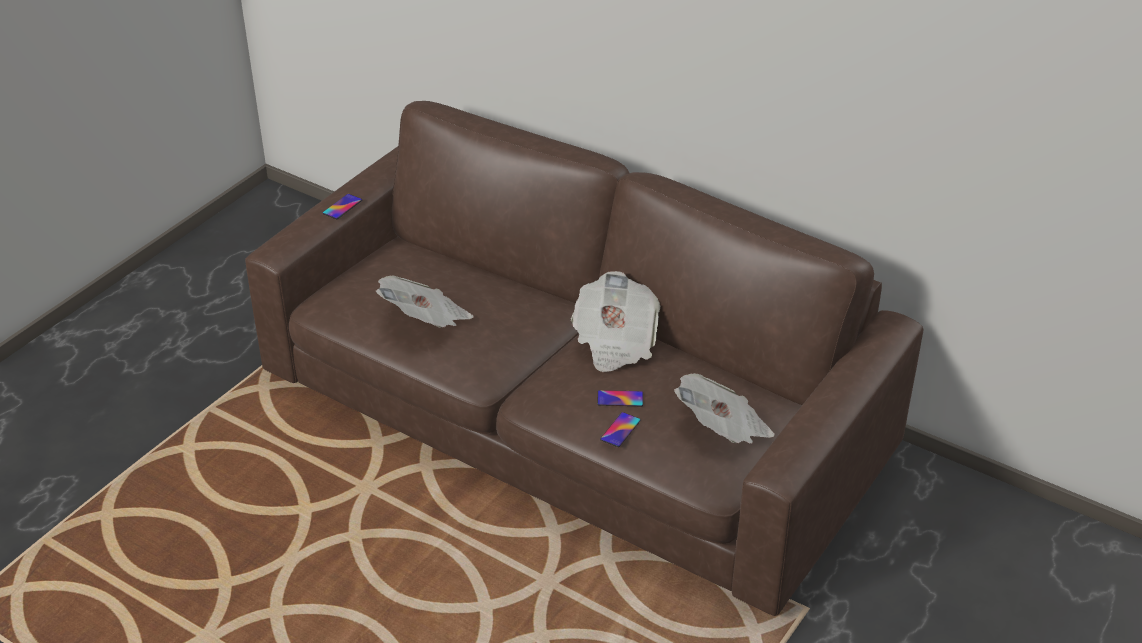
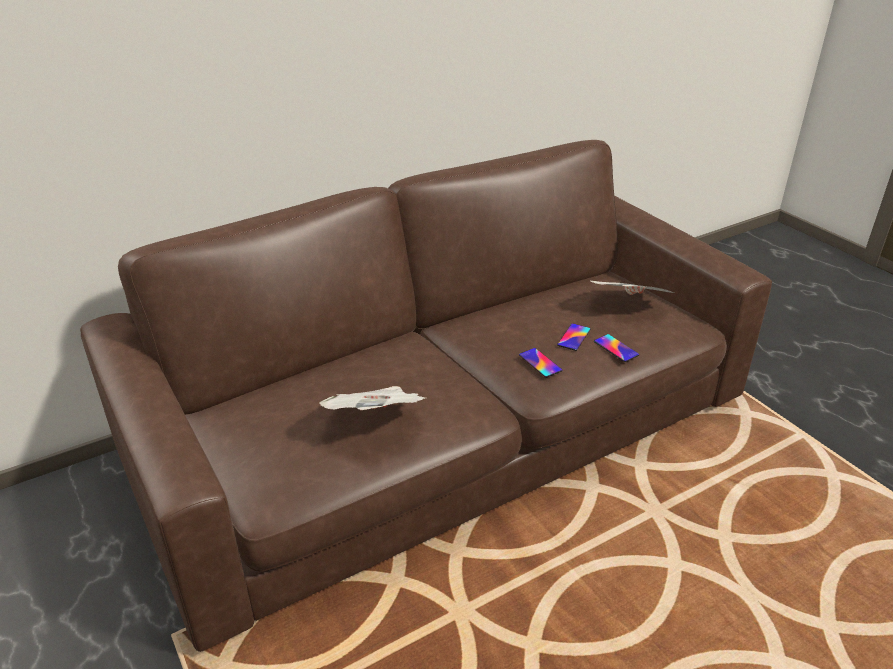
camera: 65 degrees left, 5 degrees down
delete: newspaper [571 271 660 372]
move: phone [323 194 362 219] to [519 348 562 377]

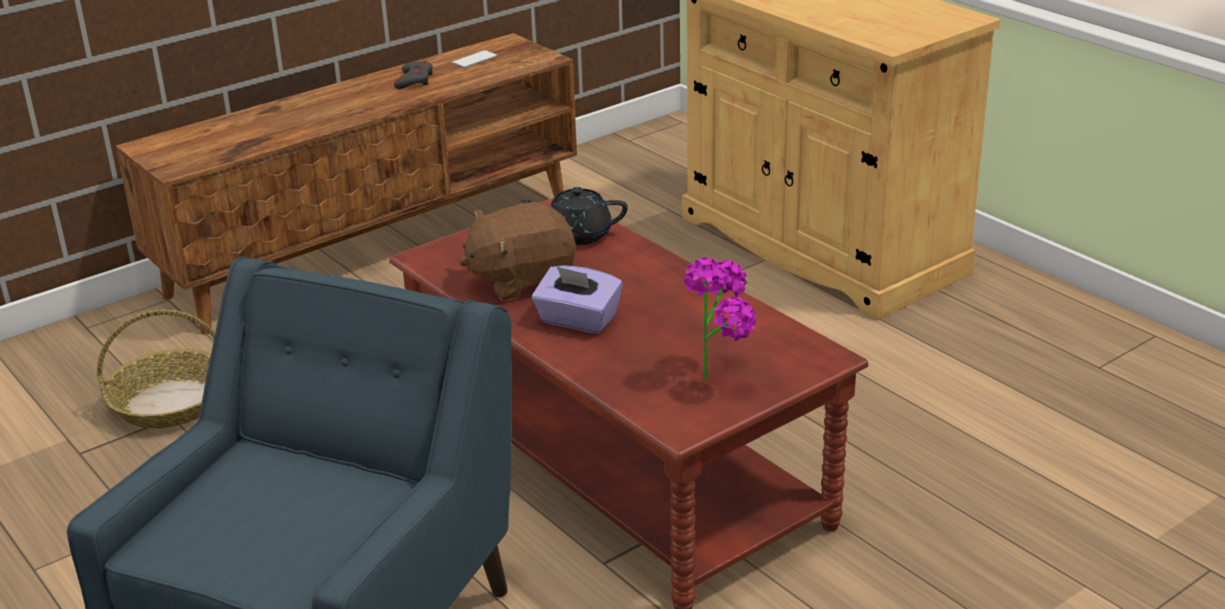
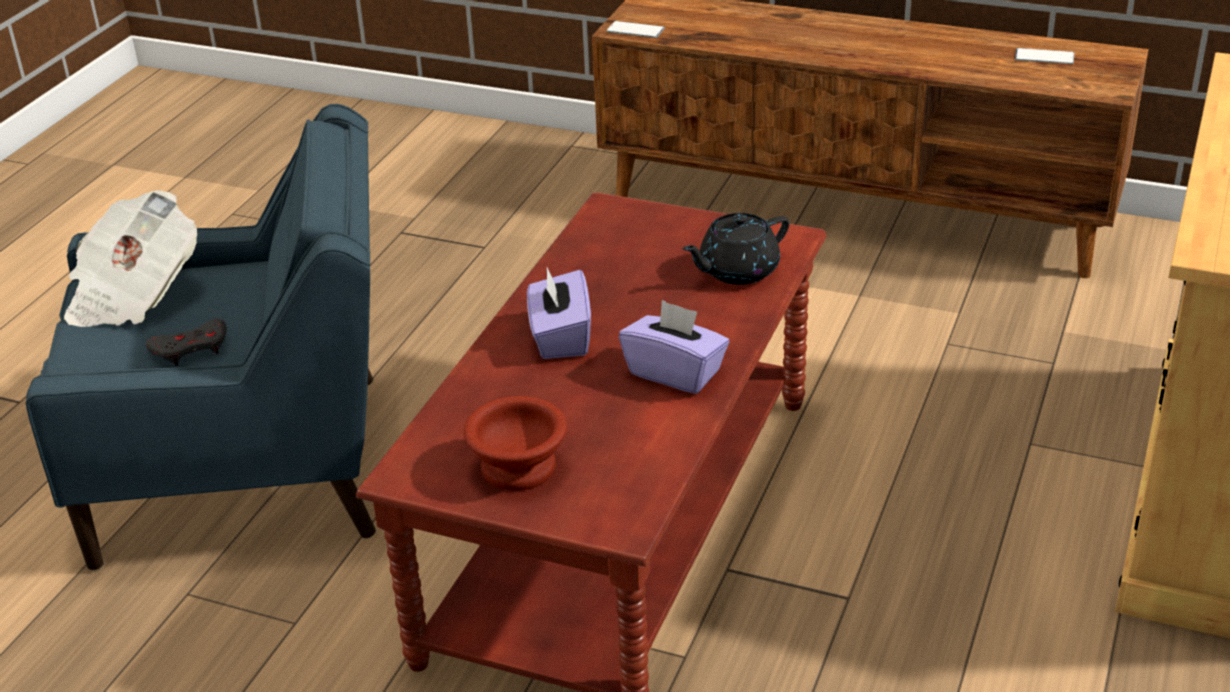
camera: 60 degrees right, 5 degrees up
delete: plush toy (brown) [460 202 576 301]; basket [97 309 215 429]
insert: phone [607 21 665 38]; newspaper [64 190 197 327]; tissue box (purple) [619 300 729 394]
move: game controller (grey) [394 61 433 89] to [146 319 227 366]
replace: potted plant [684 257 756 380] to bowl (brown) [463 396 567 491]
rotate: teapot (black) [520 187 628 245] = [682 213 789 285] 90 degrees counterclockwise

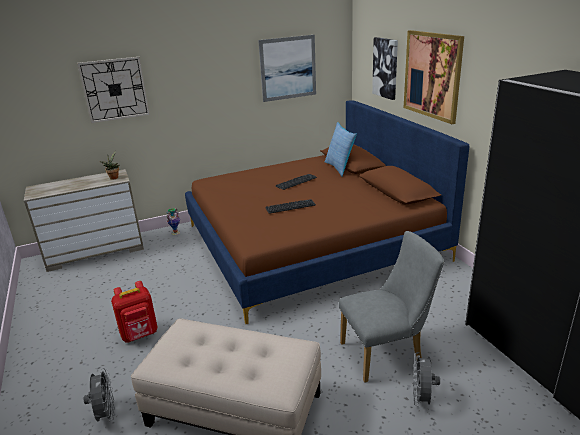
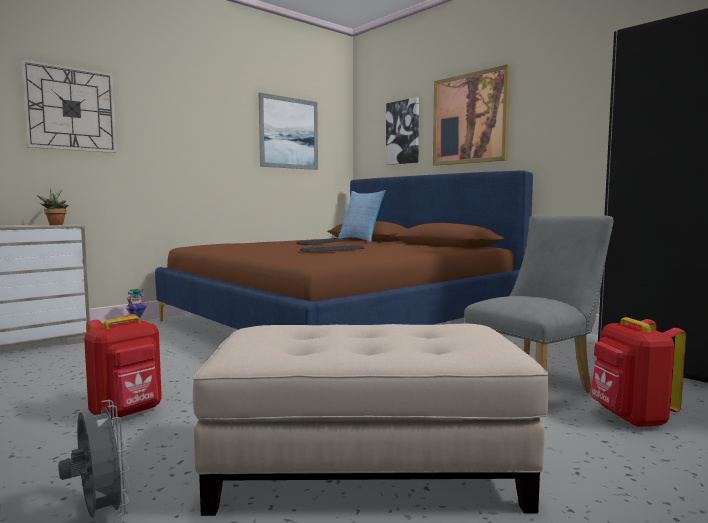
camera: 20 degrees left, 20 degrees down
replace: fan (grey) [413 352 440 406] to backpack (red) [590 317 686 427]

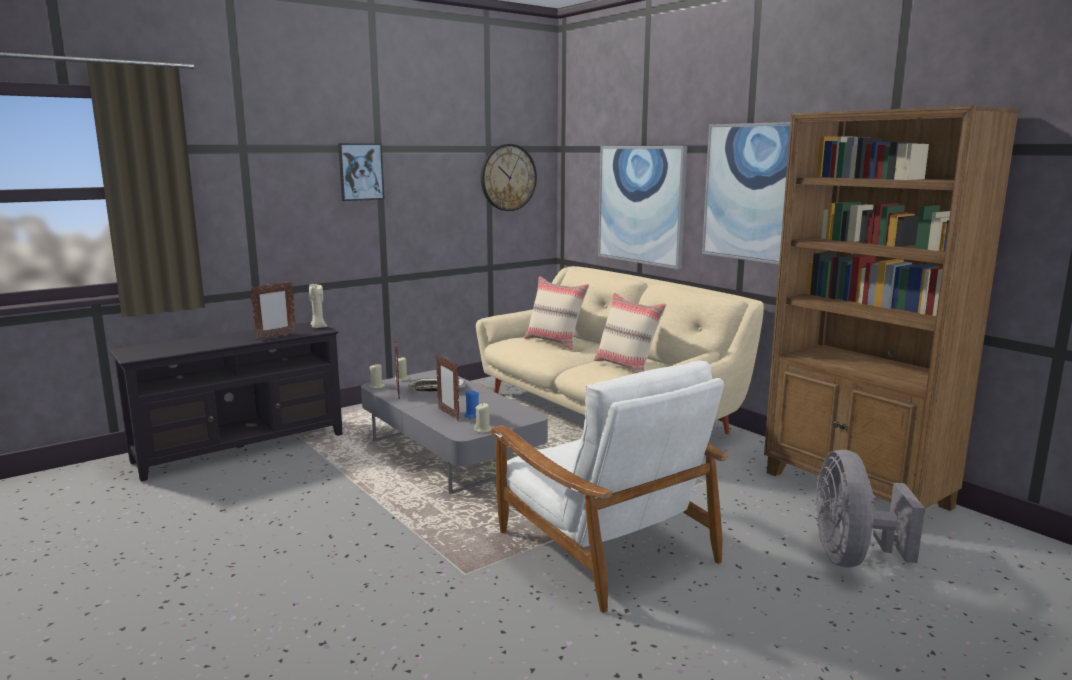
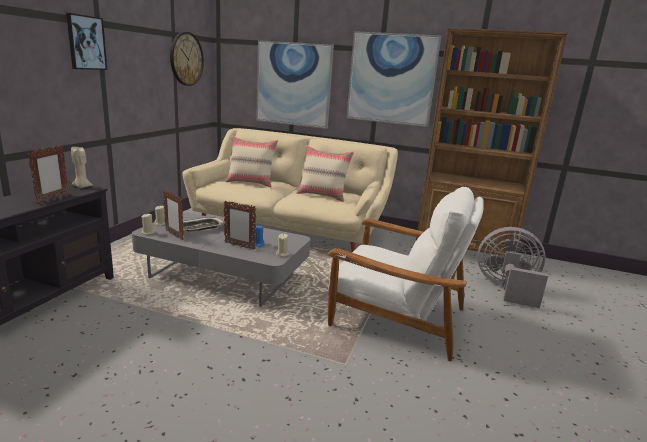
camera: 35 degrees left, 5 degrees up
rotate: fan (grey) [815 450 925 568] = [477 227 548 308] 135 degrees clockwise

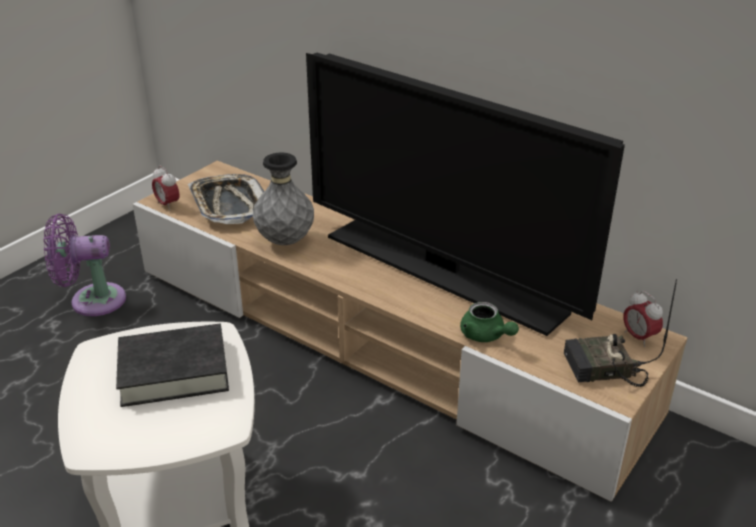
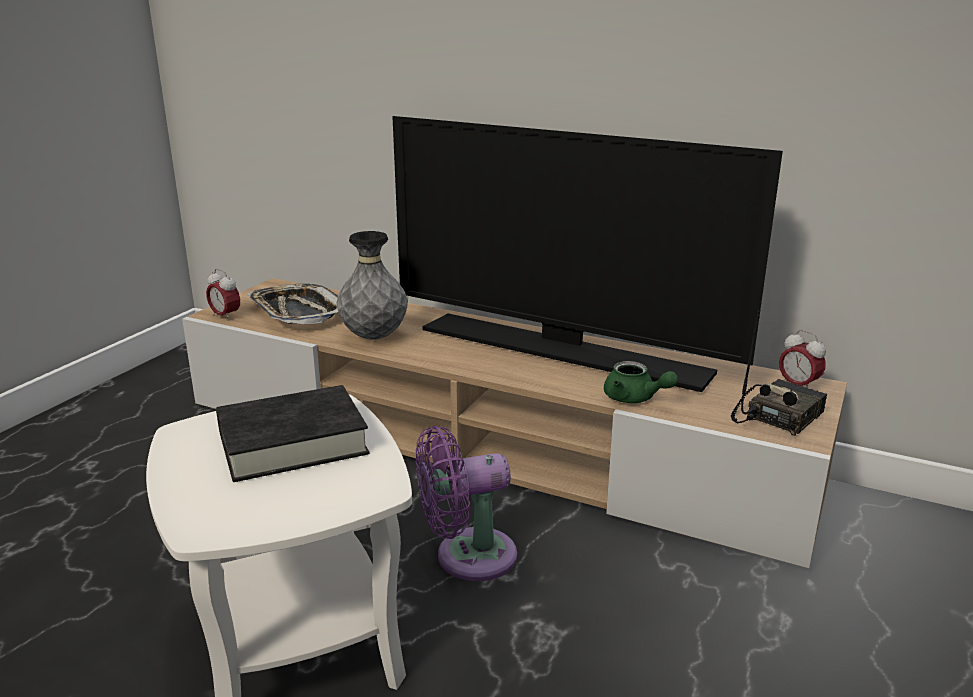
camera: 10 degrees left, 10 degrees down
move: fan (purple) [44 214 126 316] to [416 426 517 581]
rotate: radio [564 279 677 387] = [731 310 827 436] 150 degrees clockwise

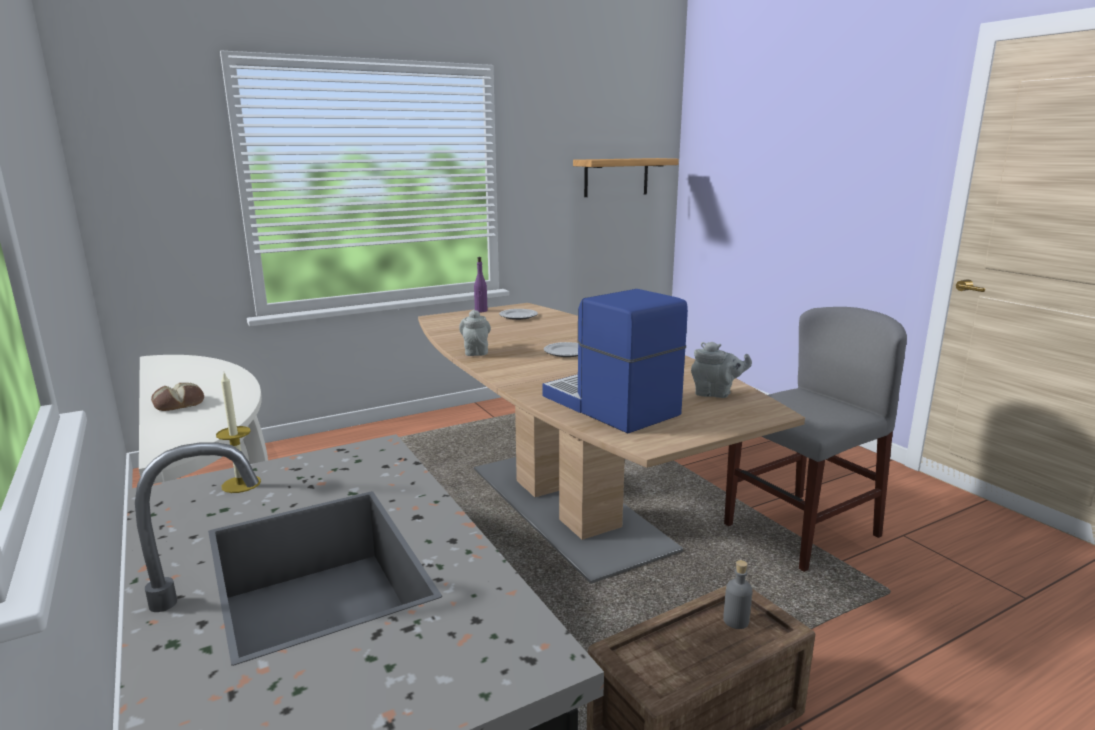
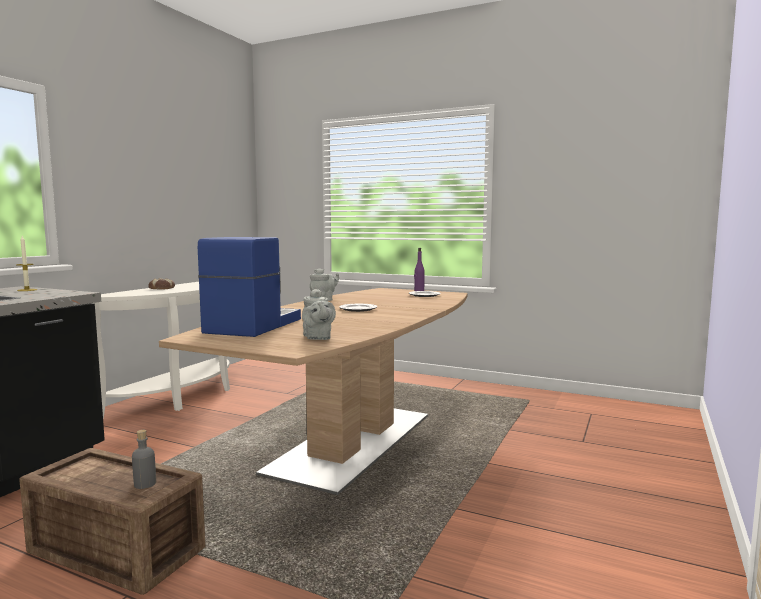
camera: 55 degrees right, 10 degrees down
delete: shelf [573 158 679 197]; chair (grey) [724 307 907 572]

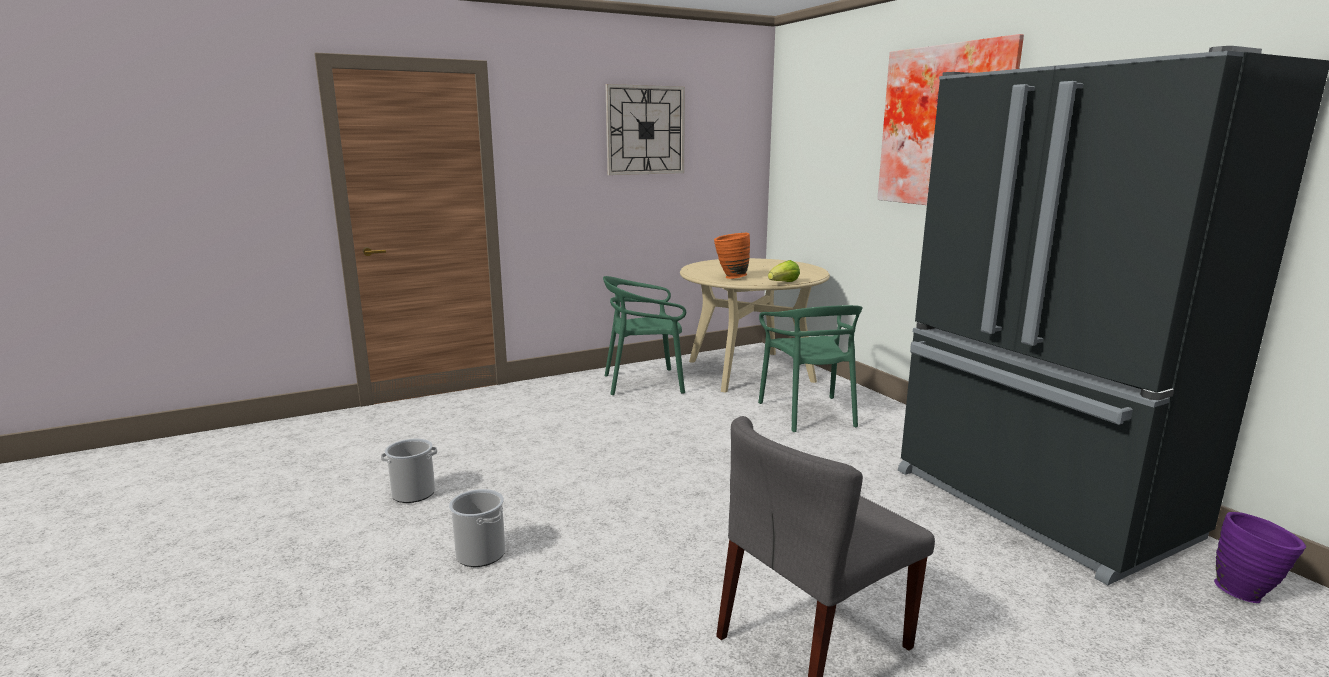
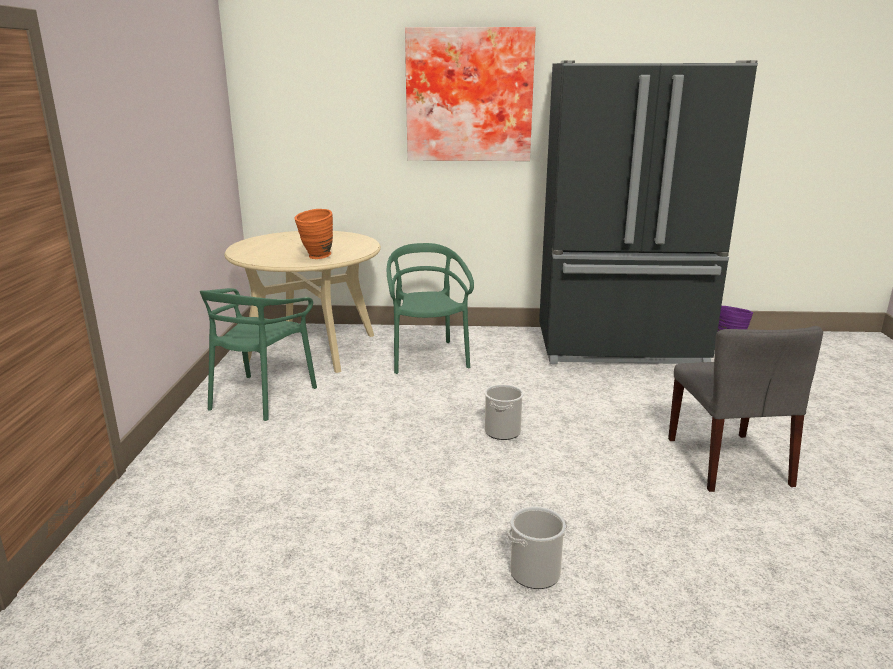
camera: 60 degrees left, 5 degrees up
delete: wall clock [605 84 685 175]; lettuce [768 260 800 282]
move: bucket [381 438 437 503] to [484 384 524 440]
rotate: chair (green) [758 305 862 432] = [387 243 474 374] 120 degrees counterclockwise

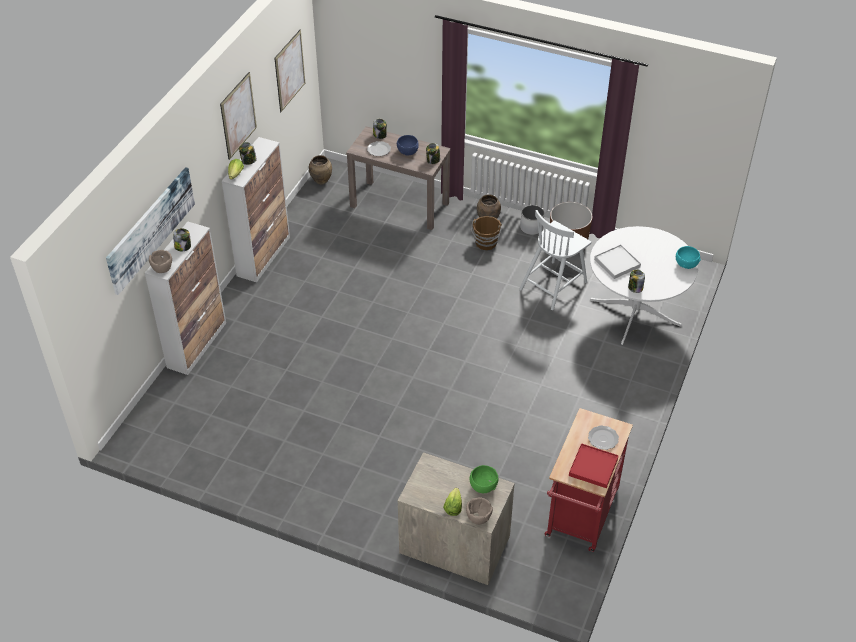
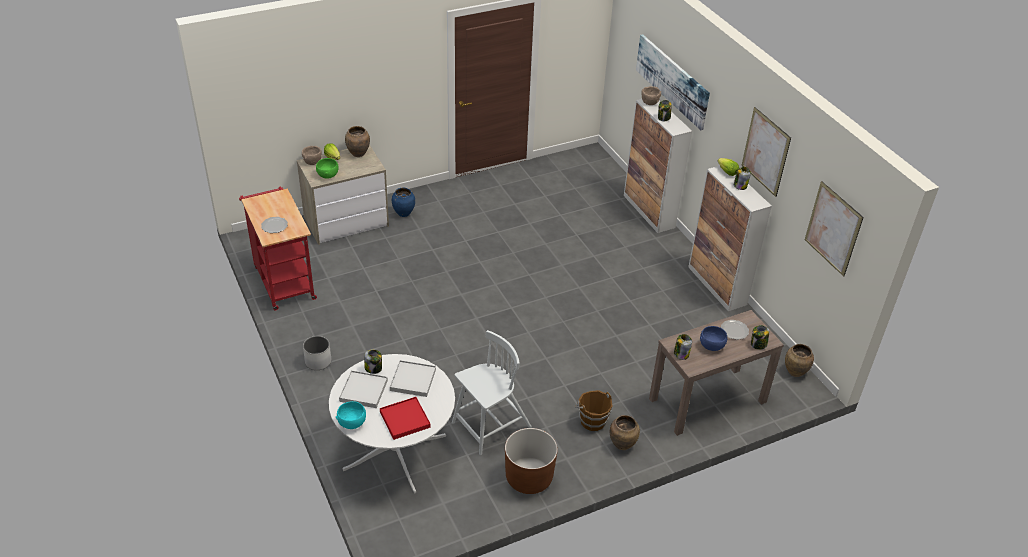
camera: 130 degrees right, 5 degrees down
insert: vase (brown) [345 126 370 157]; vase (blue) [392 188 415 217]; tray (white) [339 370 388 408]
move: planter (white) [520 205 544 235] to [303 336 332 370]; tray (red) [569 443 619 488] to [380 397 431 440]
rotate: chair (white) [519 210 591 310] = [452 330 532 455] 60 degrees clockwise

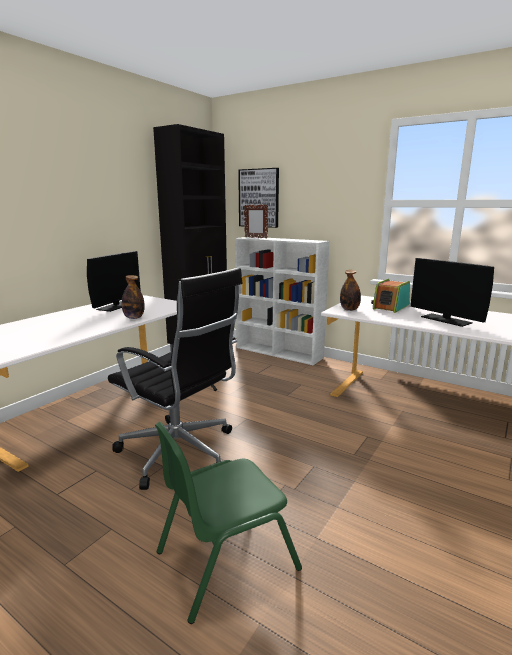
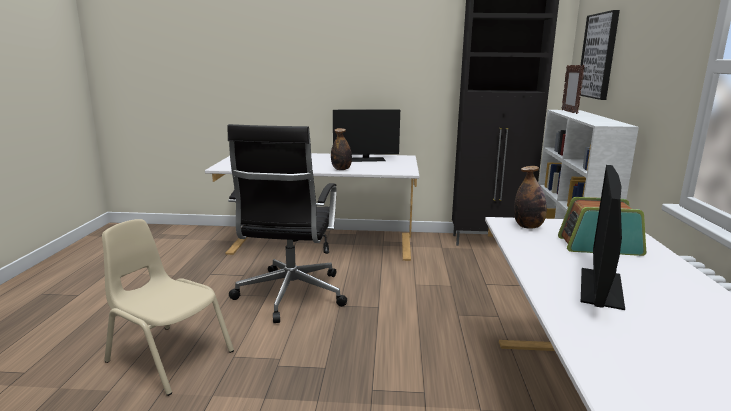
camera: 60 degrees right, 0 degrees up
recolor: chair (green) [155 422 302 624] to chair (beige) [102 219 234 396]

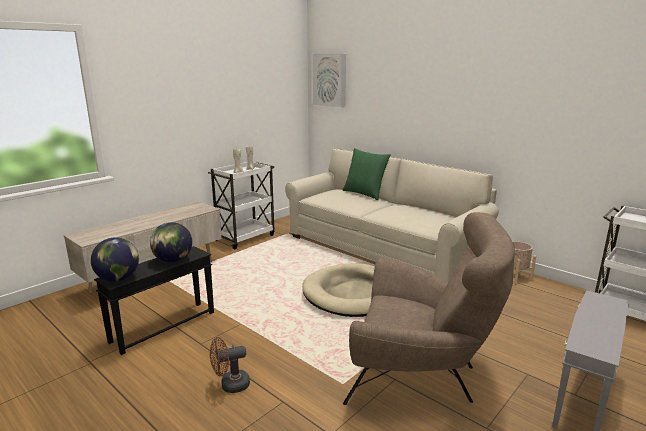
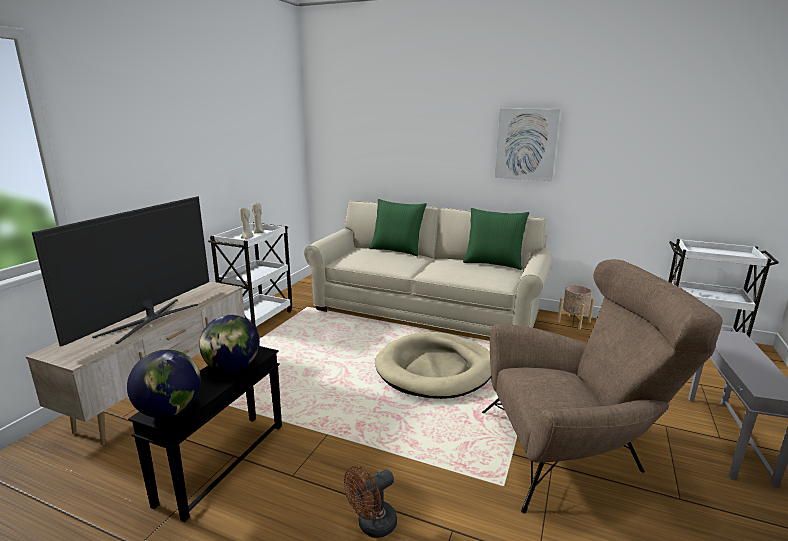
camera: 20 degrees left, 0 degrees up
insert: television [32 196 209 346]; pillow (green) [463 208 529 270]
move: picture [312 54 346 107] to [495 109 561 181]

